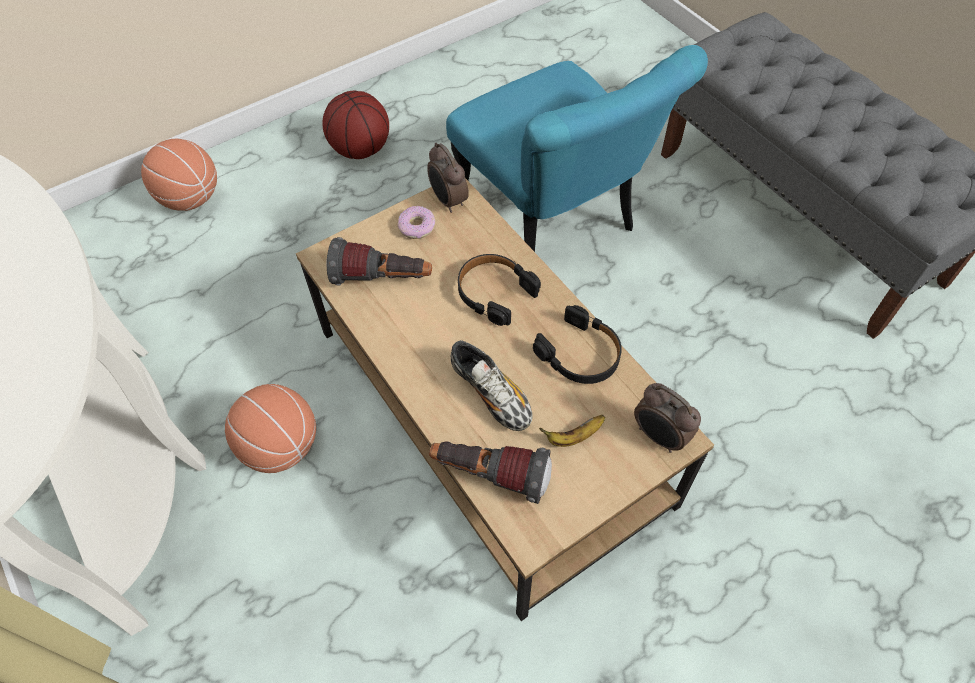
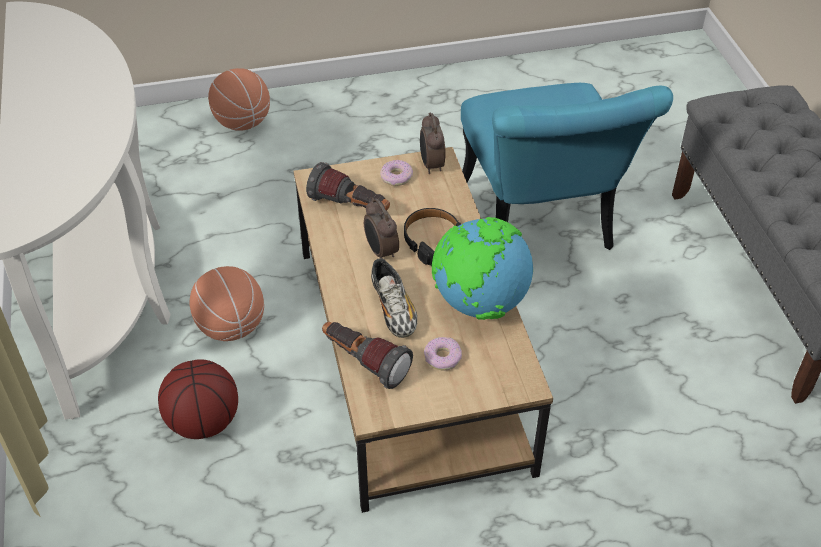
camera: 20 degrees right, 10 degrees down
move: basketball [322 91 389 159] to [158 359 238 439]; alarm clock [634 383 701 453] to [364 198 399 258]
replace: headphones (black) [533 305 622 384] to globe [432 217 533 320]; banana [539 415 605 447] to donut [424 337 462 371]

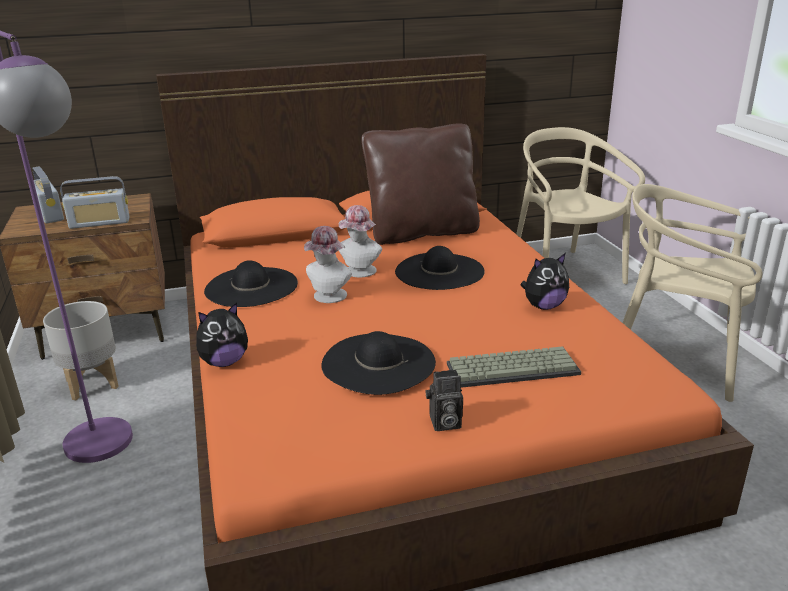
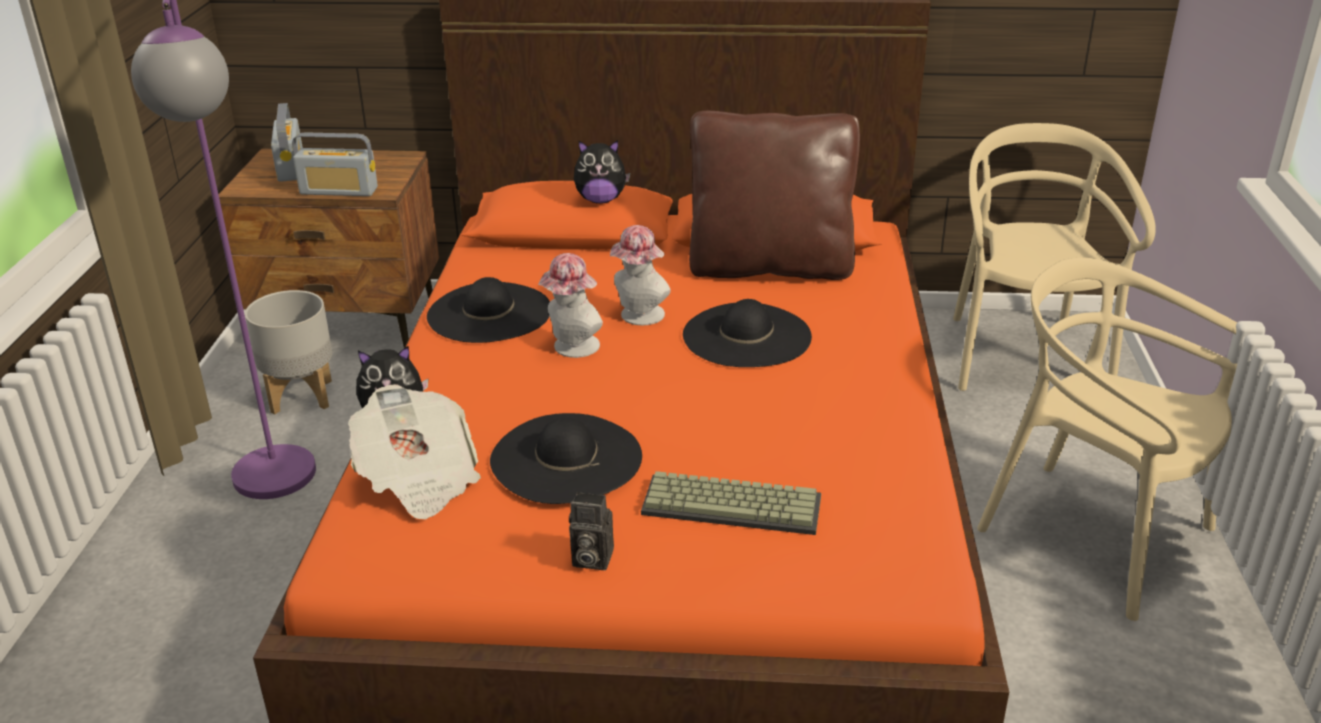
camera: 20 degrees right, 5 degrees up
insert: newspaper [348 384 481 519]
move: plush toy [521 254 569 310] to [574 140 630 204]

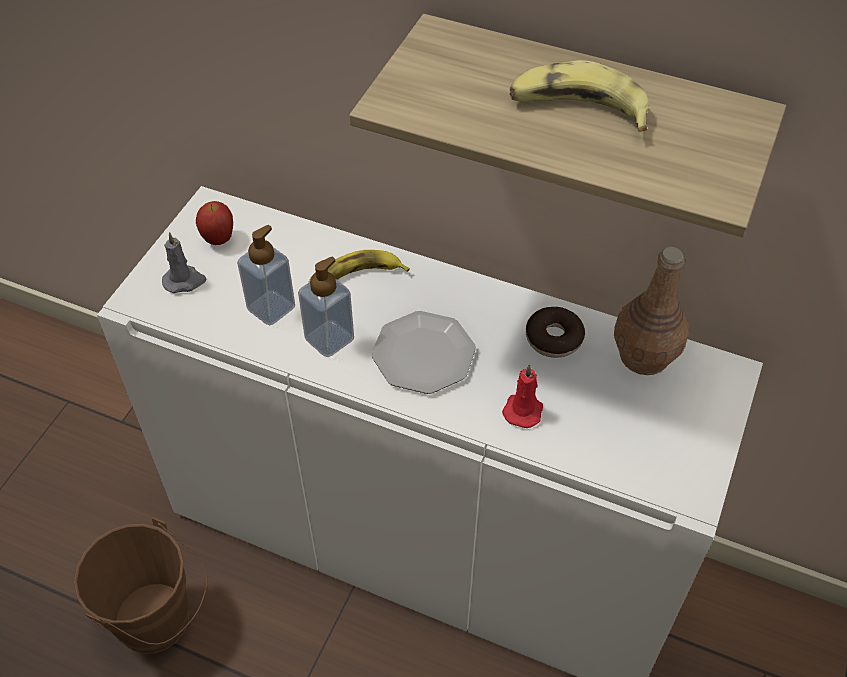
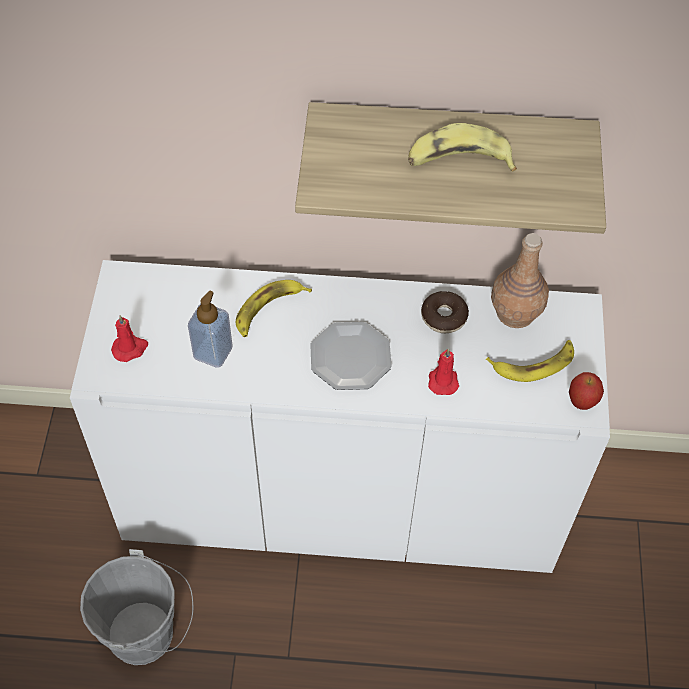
camera: 20 degrees left, 5 degrees up
delete: soap dispenser [298 257 354 357]
insert: banana [486 340 574 382]
move: apple [196 201 233 245] to [569 372 604 410]
recolor: candle (grey) [162 232 206 293] to candle (red) [111 315 148 362]; bucket (brown) [74 517 207 654] to bucket (grey) [80 549 193 665]

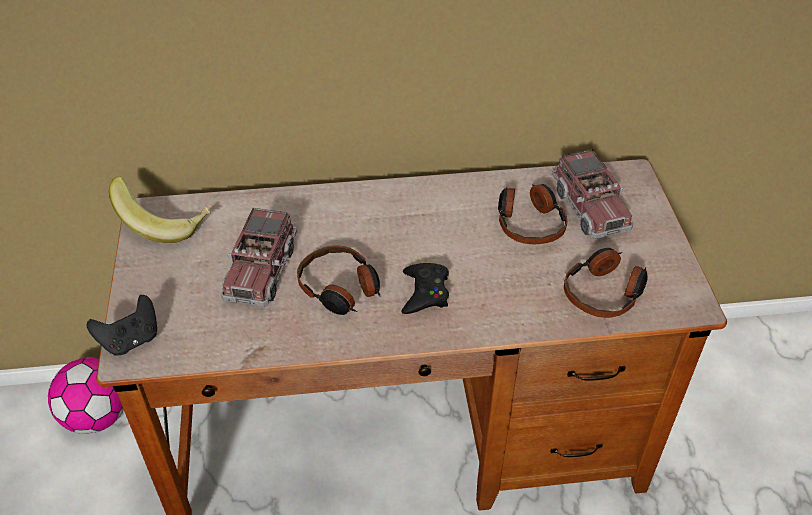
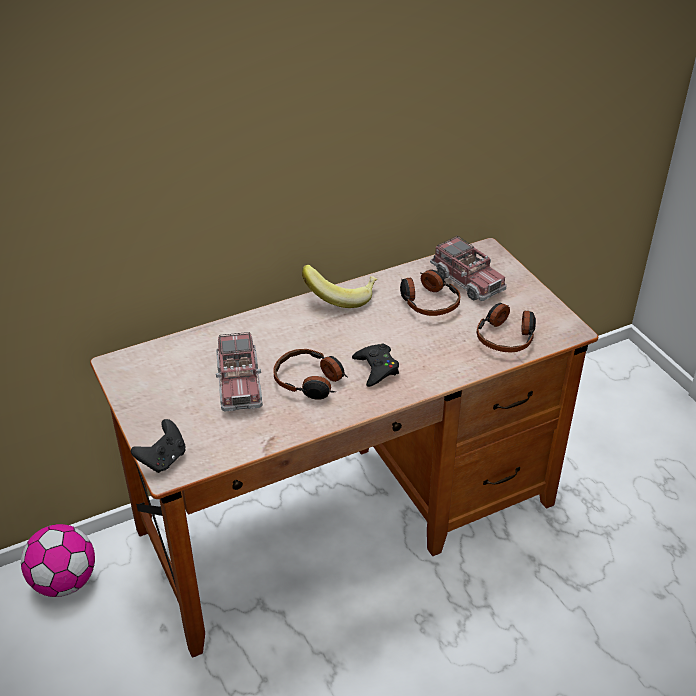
camera: 20 degrees left, 5 degrees down
move: banana [109 177 211 243] to [302 265 377 308]

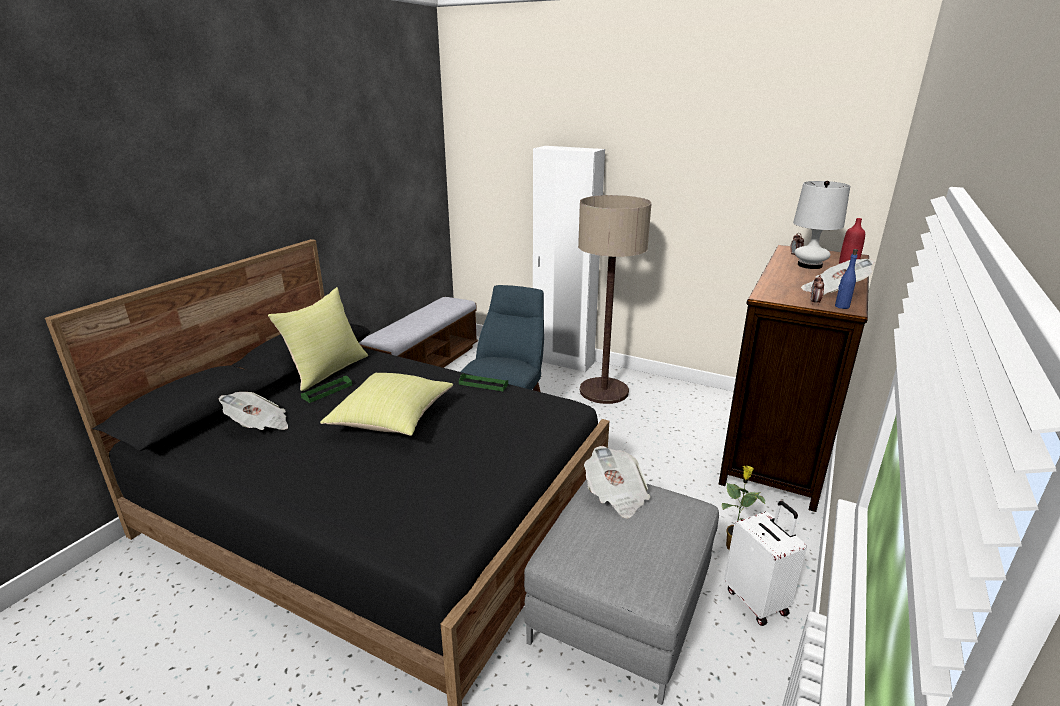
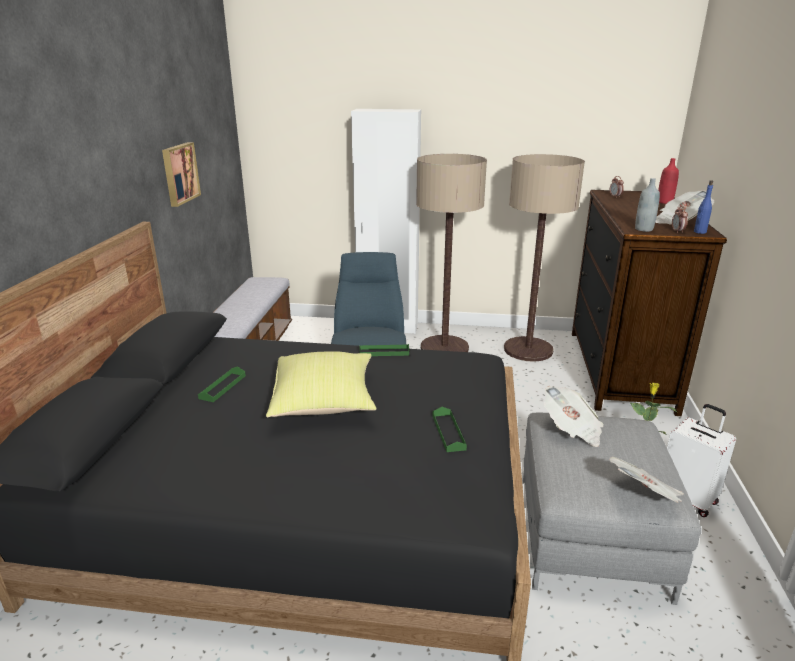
camera: 20 degrees left, 0 degrees up
delete: table lamp (white) [793 181 850 269]; pillow (yellow) [268 287 368 391]
insert: picture [162 142 201 207]; floor lamp [504 154 585 362]; bottle (grey) [635 178 660 232]; tray (green) [433 407 467 452]
move: newspaper [219 392 288 430] to [609 457 684 503]

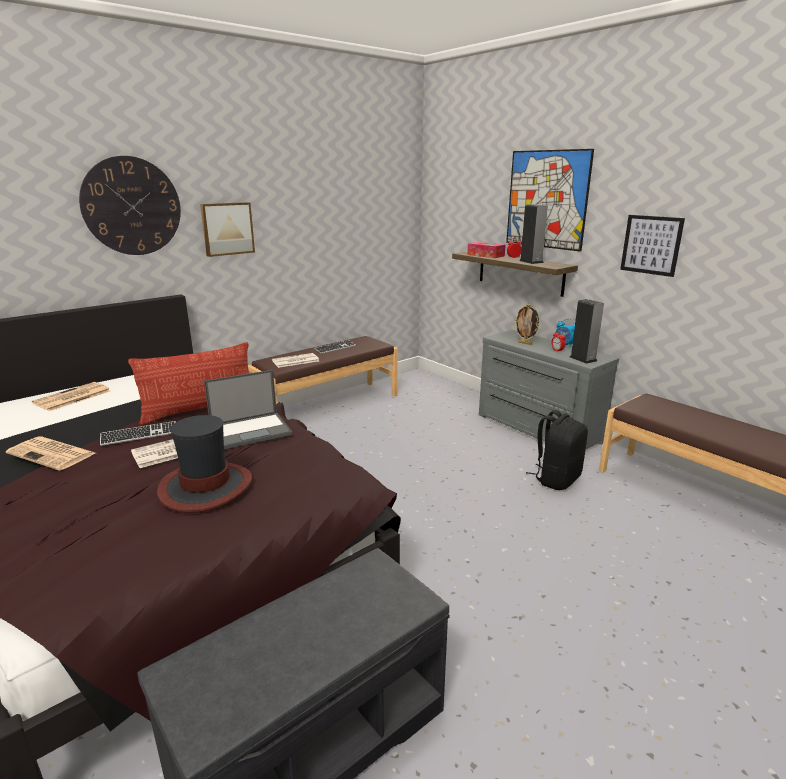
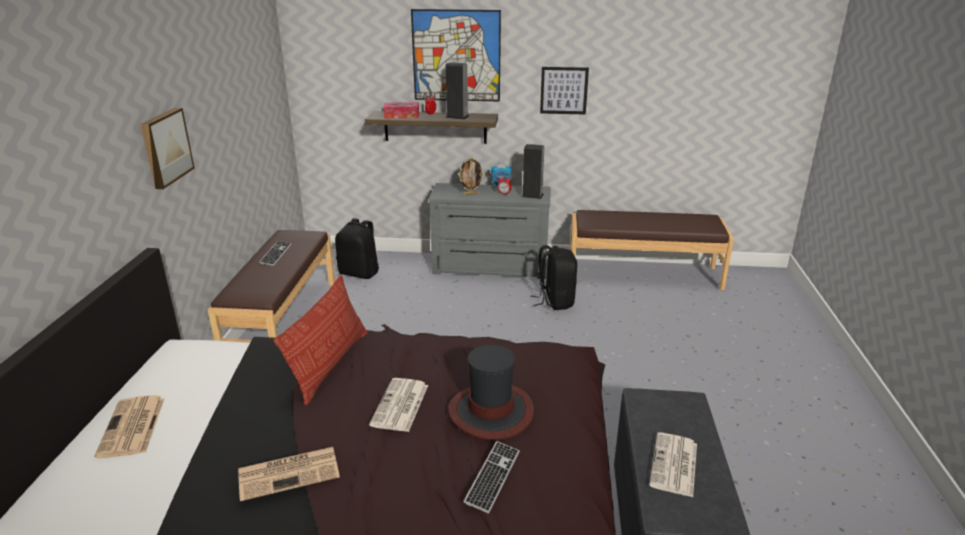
camera: 45 degrees left, 5 degrees up
delete: wall clock [79 156 181 255]; laptop [204 370 292 449]
insert: backpack (black) [335 218 379 279]
move: newspaper [272 353 319 368] to [649 432 697 497]; keyboard [100 421 176 446] to [463 441 520 514]

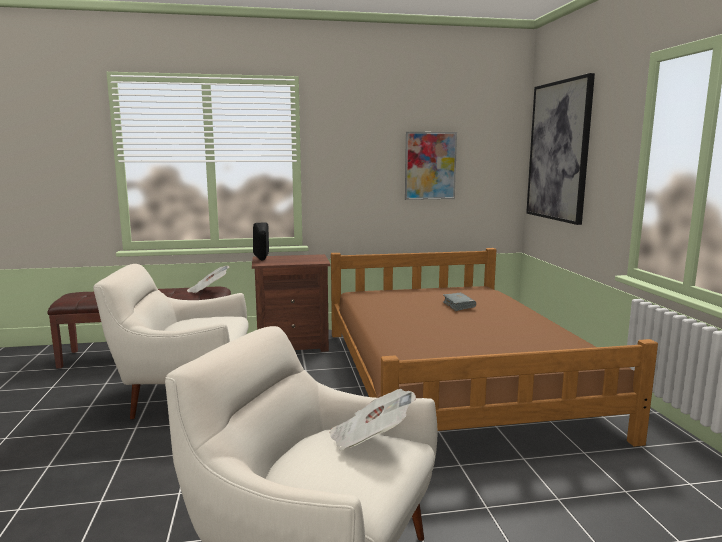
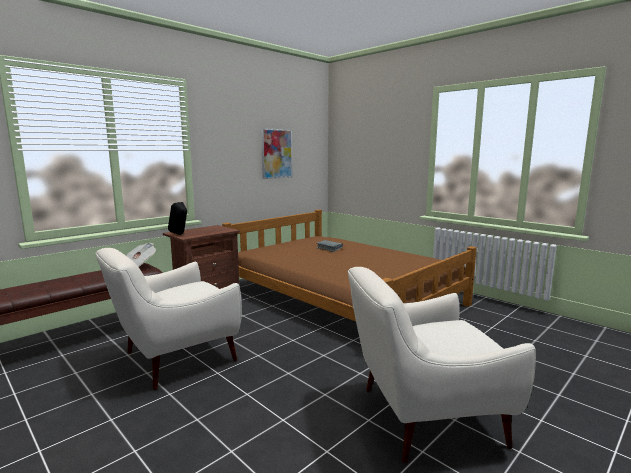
camera: 35 degrees left, 0 degrees up
delete: picture [526 73 595 225]; newspaper [329 389 416 451]

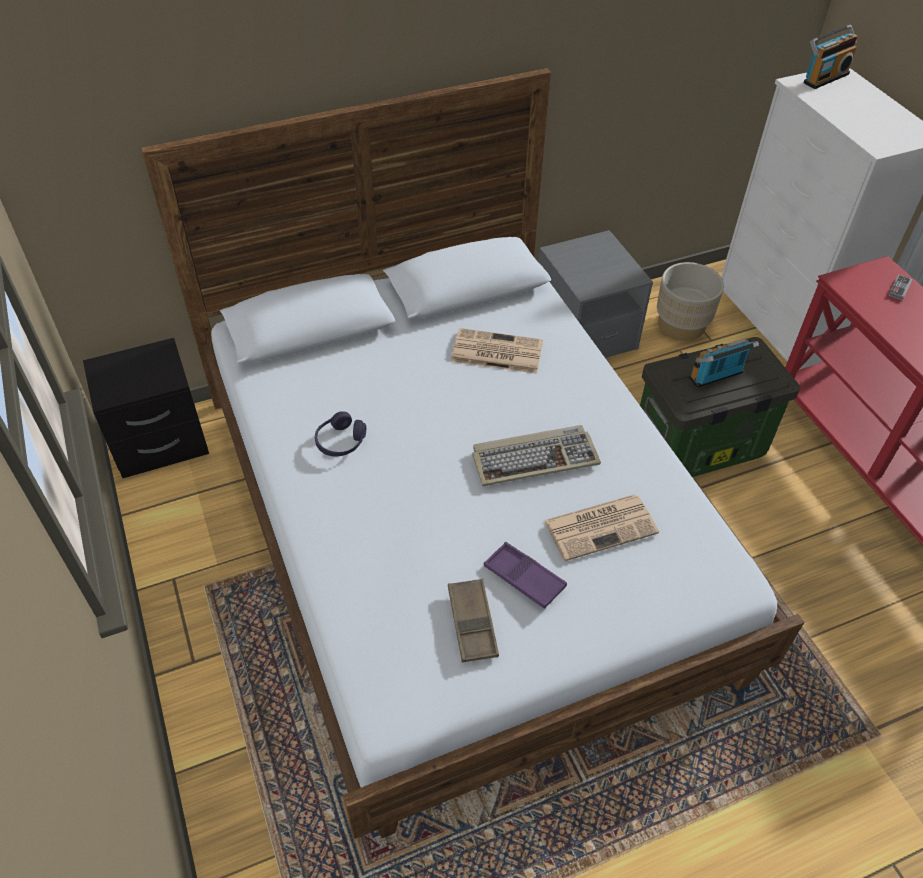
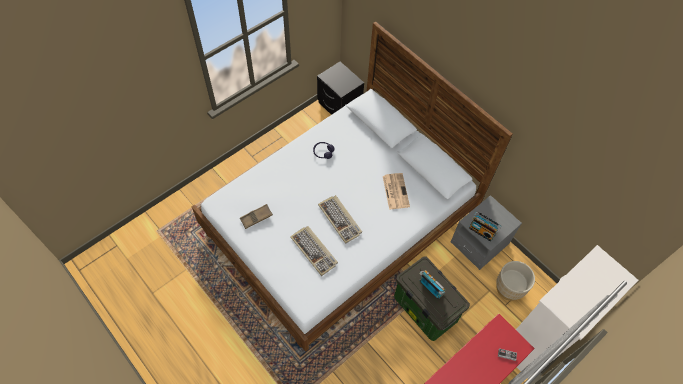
camera: 70 degrees right, 10 degrees up
delete: tray (purple) [484 542 567 609]
move: radio [804 24 857 89] to [469 211 502 242]
replace: newspaper [544 495 659 561] to keyboard [290 226 338 276]

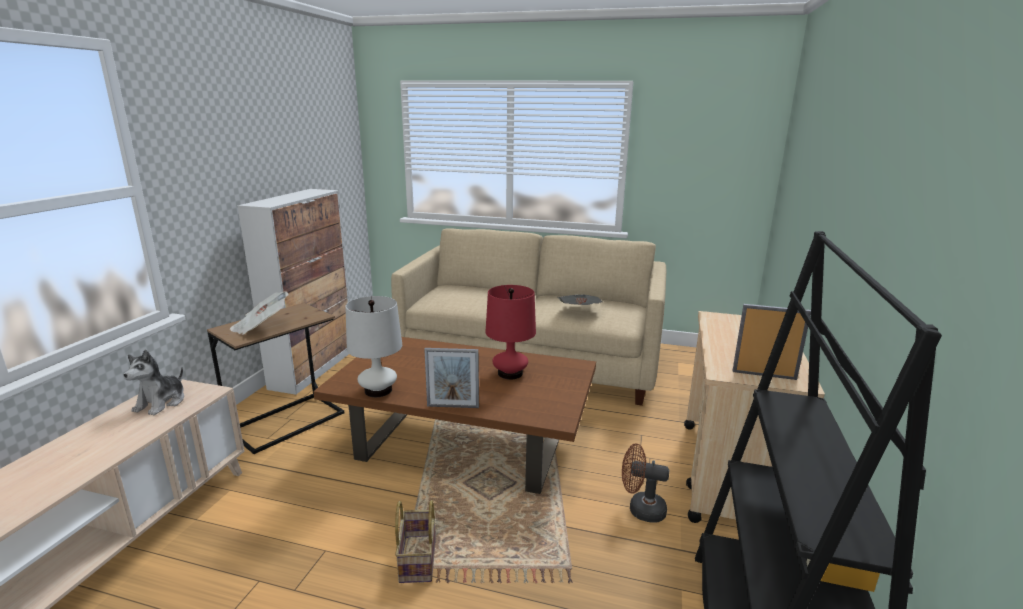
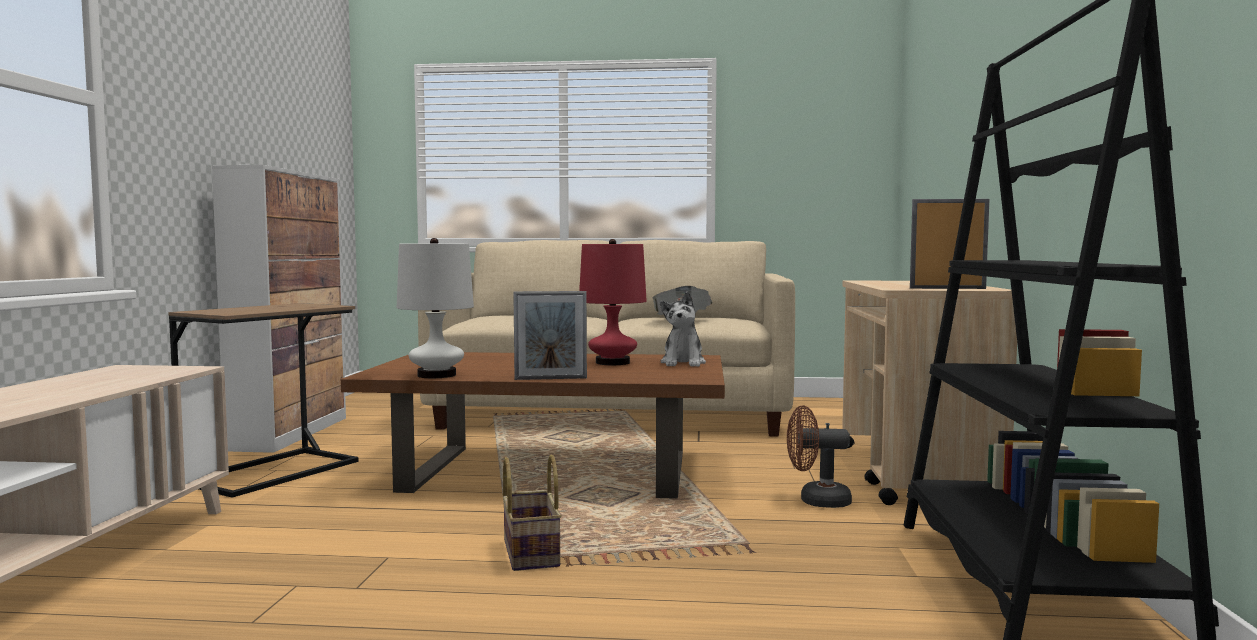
camera: 10 degrees left, 15 degrees down
delete: newspaper [230 291 289 335]
move: plush toy [123 349 184 415] to [660 291 706 367]

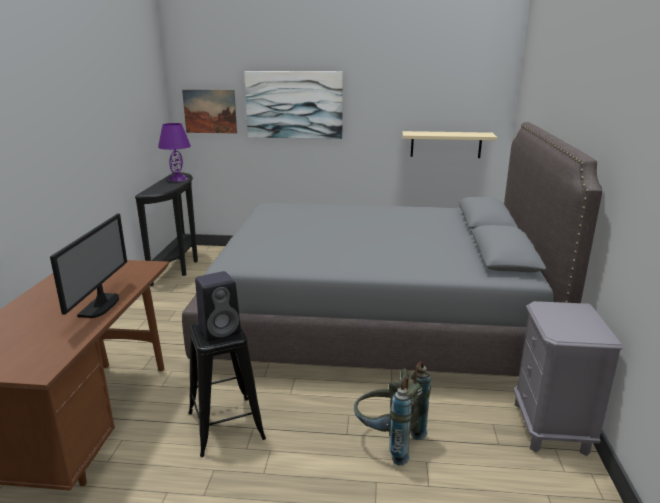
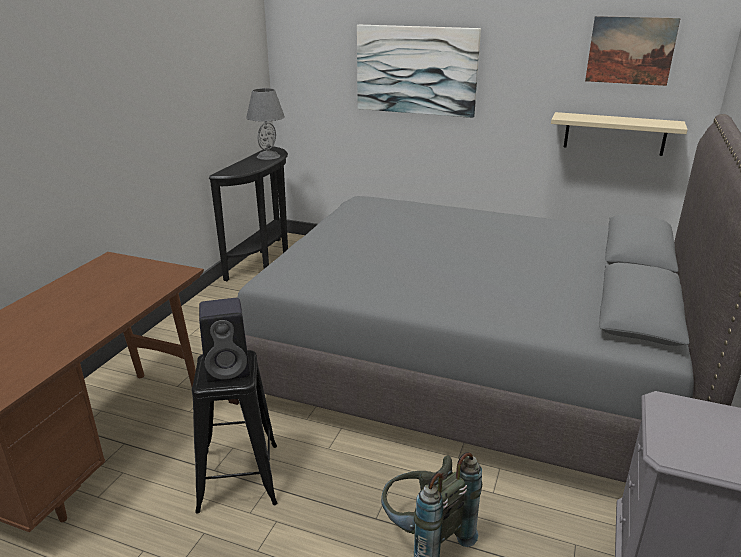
camera: 15 degrees right, 5 degrees up
delete: monitor [50 214 127 318]
move: picture [182 89 237 134] to [585 16 681 86]
recolor: table lamp (purple) [158 123 191 182] to table lamp (grey) [246 88 285 160]

